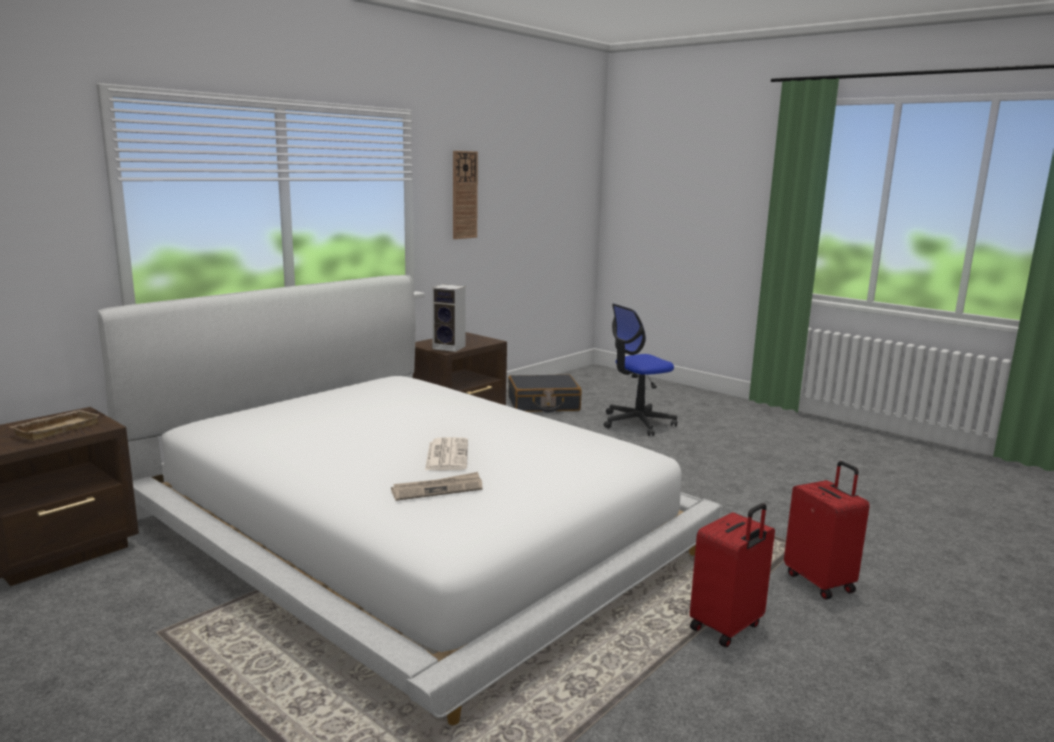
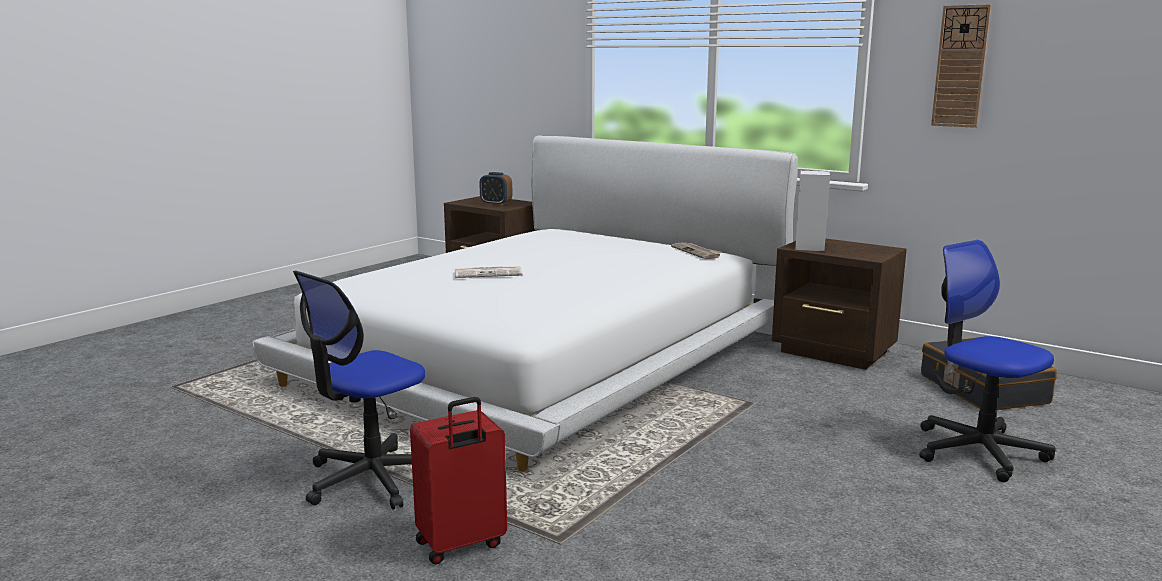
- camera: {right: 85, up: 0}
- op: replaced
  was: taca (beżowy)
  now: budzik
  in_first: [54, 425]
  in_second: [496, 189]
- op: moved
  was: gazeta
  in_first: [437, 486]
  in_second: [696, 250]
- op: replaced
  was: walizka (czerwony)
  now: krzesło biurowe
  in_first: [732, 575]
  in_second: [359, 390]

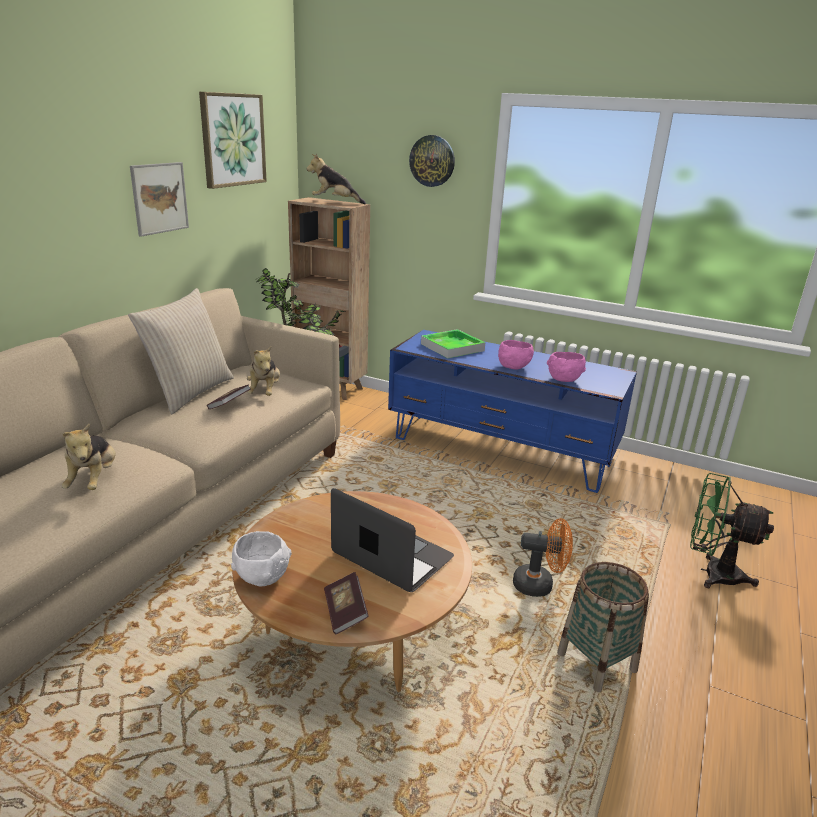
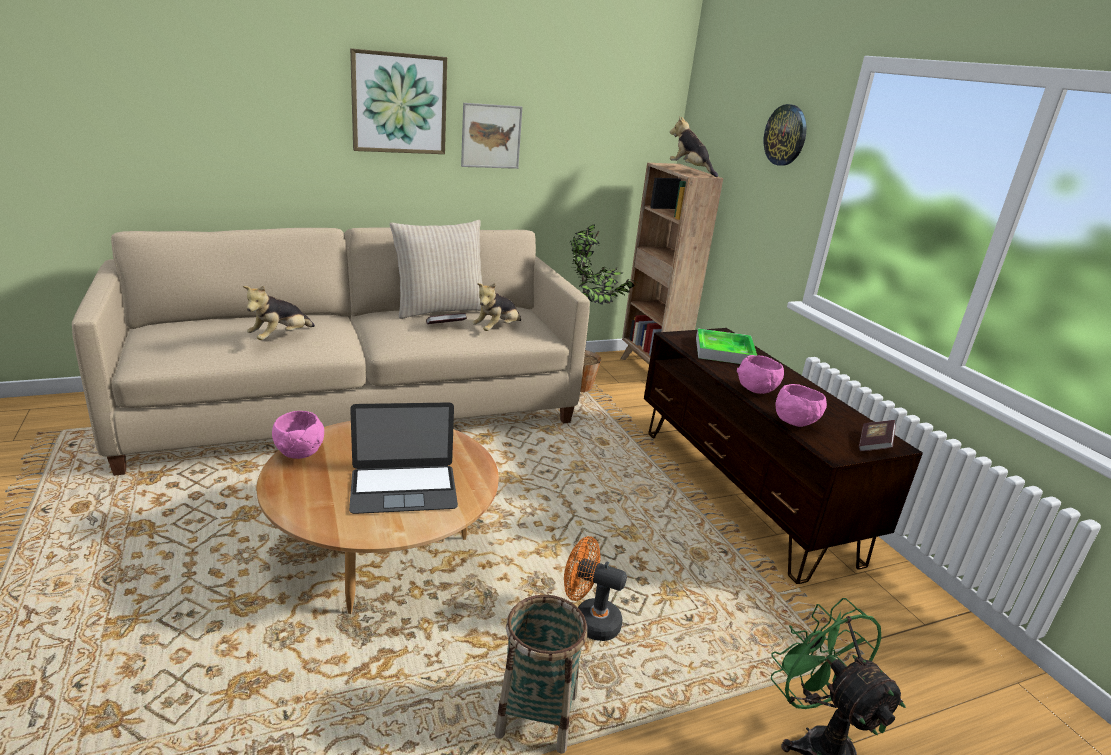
- camera: {right: 40, up: 0}
- op: moved
  was: obraz
  in_first: [233, 140]
  in_second: [398, 101]
- op: recoloured
  was: miska (biały)
  now: miska (różowy)
  in_first: [261, 558]
  in_second: [298, 435]
- op: moved
  was: książka
  in_first: [346, 603]
  in_second: [877, 435]
- op: turned
  was: laptop
  in_first: [392, 540]
  in_second: [403, 458]
  clockwise: 90
- op: recoloured
  was: szafka pod telewizor (niebieski)
  now: szafka pod telewizor (brązowy)
  in_first: [512, 411]
  in_second: [783, 456]
- op: turned
  was: wentylator (pomarańczowy)
  in_first: [543, 557]
  in_second: [595, 588]
  clockwise: 150

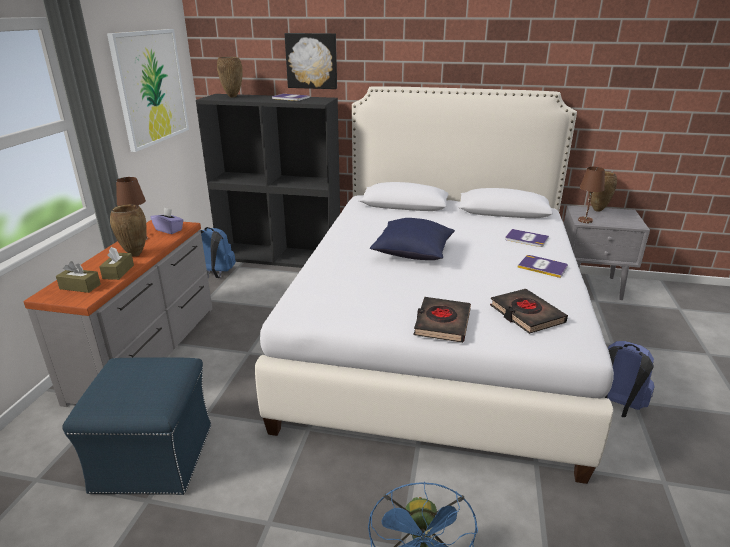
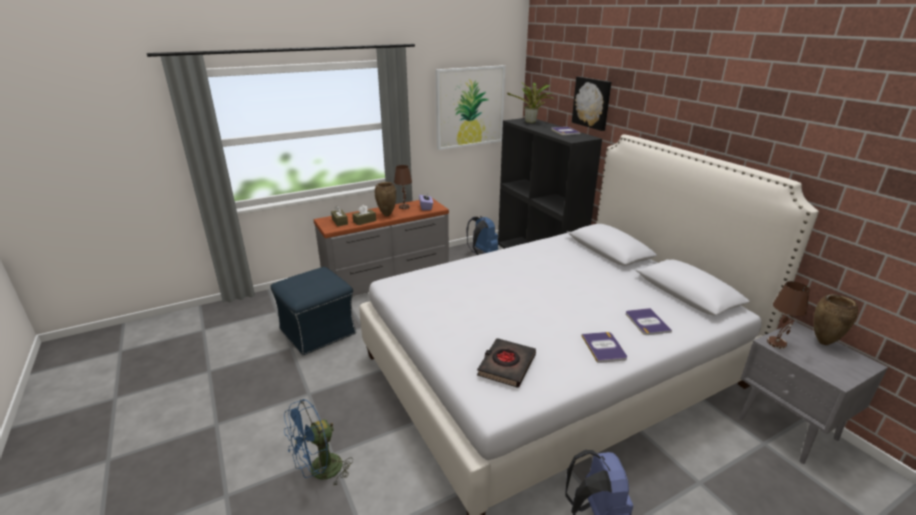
- camera: {right: 50, up: 0}
- op: replaced
  was: wazon (brązowy)
  now: roślina doniczkowa
  in_first: [230, 77]
  in_second: [531, 102]
- op: removed
  was: poduszka (niebieski)
  in_first: [412, 239]
- op: removed
  was: książka (czarny)
  in_first: [442, 320]

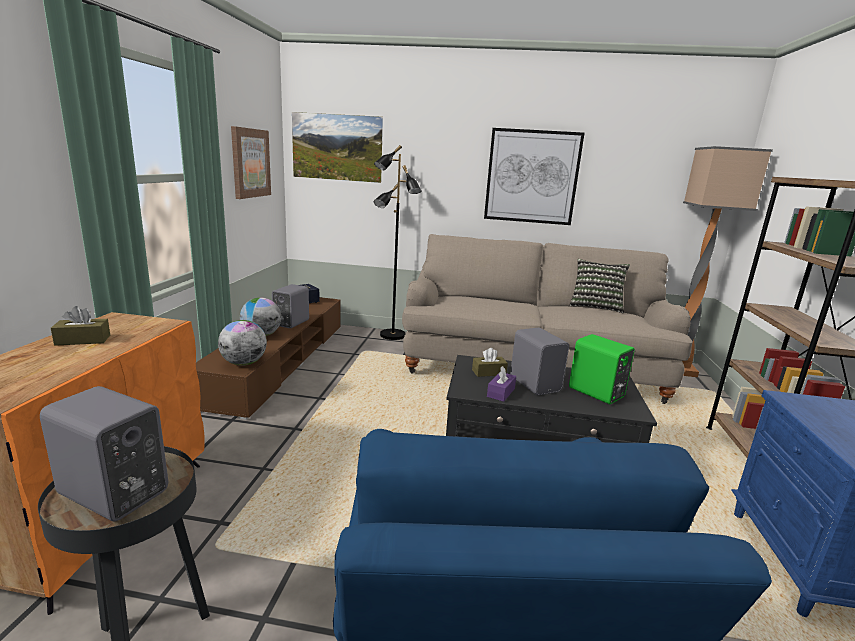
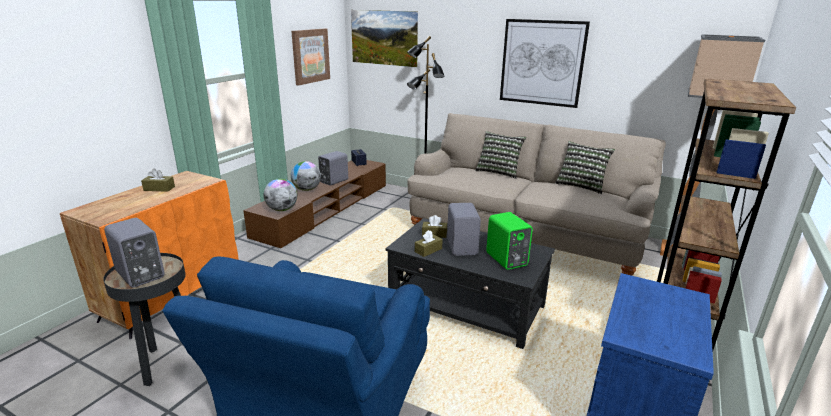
- camera: {right: 20, up: 5}
- op: recoloured
  was: pudełko chusteczek (fioletowy)
  now: pudełko chusteczek (brązowy)
  in_first: [501, 384]
  in_second: [429, 243]
- op: added
  now: poduszka
  in_second: [500, 155]

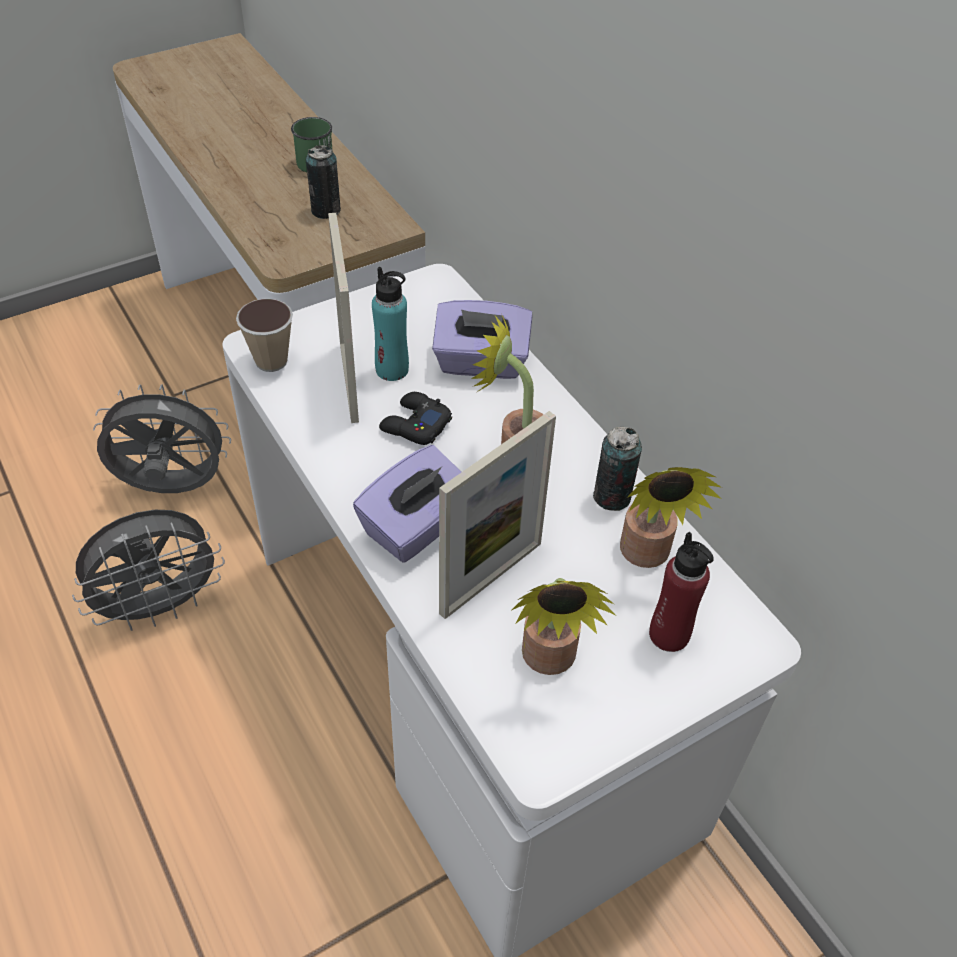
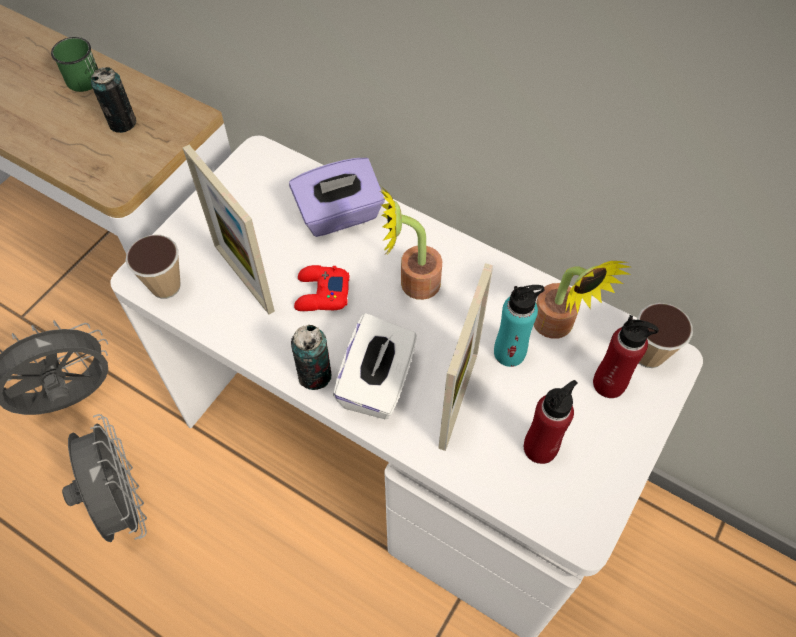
- camera: {right: -25, up: 10}
- op: turned
  was: wentylator (szary)
  in_first: [148, 570]
  in_second: [104, 478]
  clockwise: -60
- op: recoloured
  was: pudełko chusteczek (fioletowy)
  now: pudełko chusteczek (biały)
  in_first: [407, 503]
  in_second: [375, 366]
- op: moved
  was: butelka (turkusowy)
  in_first: [390, 324]
  in_second: [519, 326]
- op: recoloured
  was: pad do gier (czarny)
  now: pad do gier (czerwony)
  in_first: [415, 418]
  in_second: [321, 288]
- op: replaced
  was: roślina doniczkowa
  now: butelka (czerwony)
  in_first: [563, 626]
  in_second: [551, 422]
- op: moved
  was: puszka
  in_first: [617, 469]
  in_second: [311, 357]
- op: added
  now: filiżanka
  in_second: [665, 335]

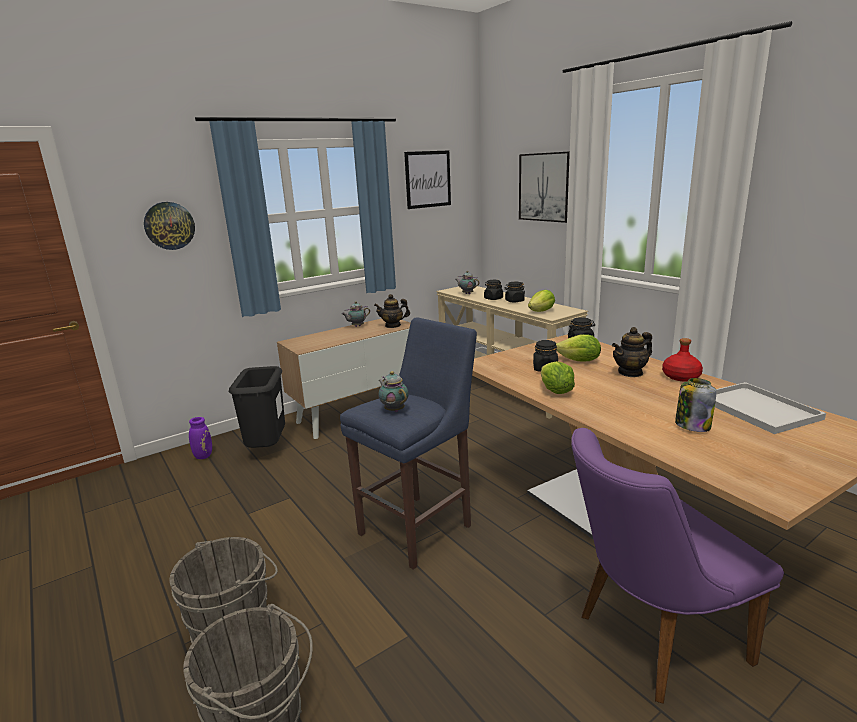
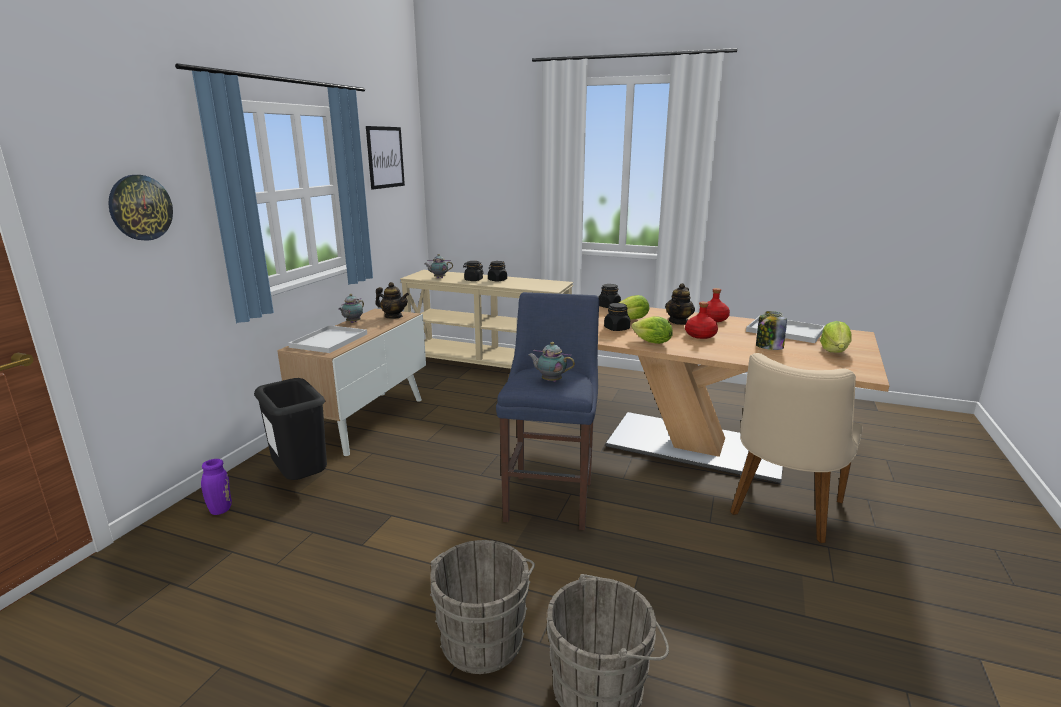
- camera: {right: -35, up: 0}
- op: turned
  was: imbryk
  in_first: [392, 311]
  in_second: [392, 300]
  clockwise: -120
- op: removed
  was: obraz
  in_first: [544, 187]
- op: moved
  was: sałata
  in_first: [541, 301]
  in_second: [836, 337]
- op: recoloured
  was: krzesło (fioletowy)
  now: krzesło (beżowy)
  in_first: [677, 566]
  in_second: [796, 448]
- op: added
  now: taca (biały)
  in_second: [327, 339]
- op: added
  now: butelka (czerwony)
  in_second: [701, 320]

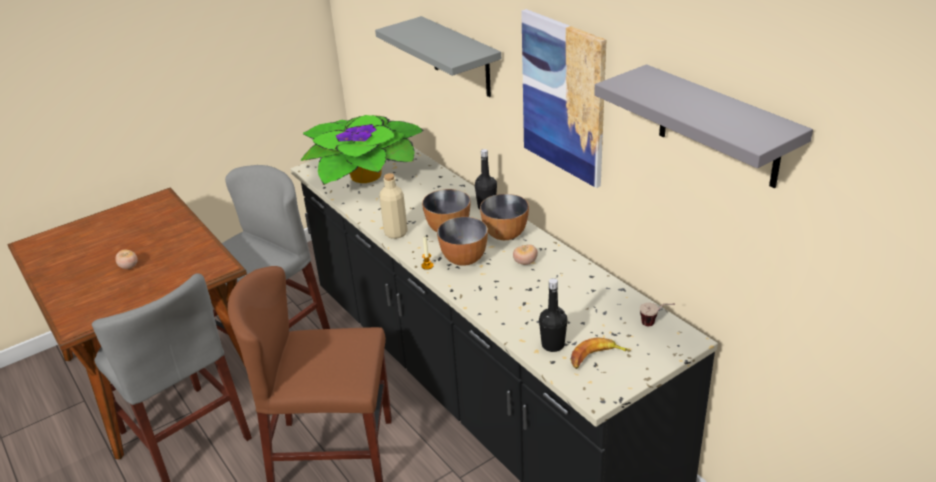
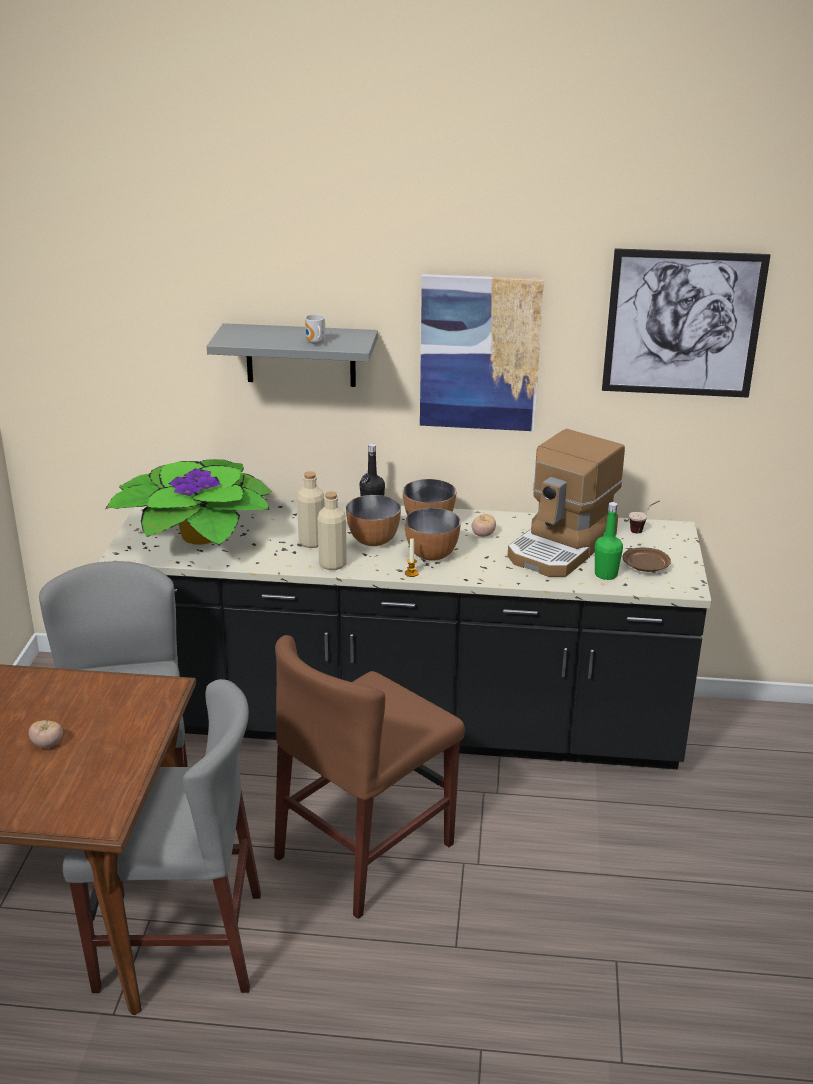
- camera: {right: -50, up: -5}
- op: recoloured
  was: butelka (czarny)
  now: butelka (zielony)
  in_first: [553, 315]
  in_second: [609, 541]
- op: replaced
  was: banan
  now: talerz (brązowy)
  in_first: [600, 353]
  in_second: [647, 559]
- op: replaced
  was: półka (szary)
  now: obraz
  in_first: [703, 126]
  in_second: [686, 323]
- op: added
  now: butelka (beżowy)
  in_second: [311, 509]
- op: added
  now: kubek
  in_second: [315, 329]
- op: added
  now: ekspres do kawy
  in_second: [566, 503]

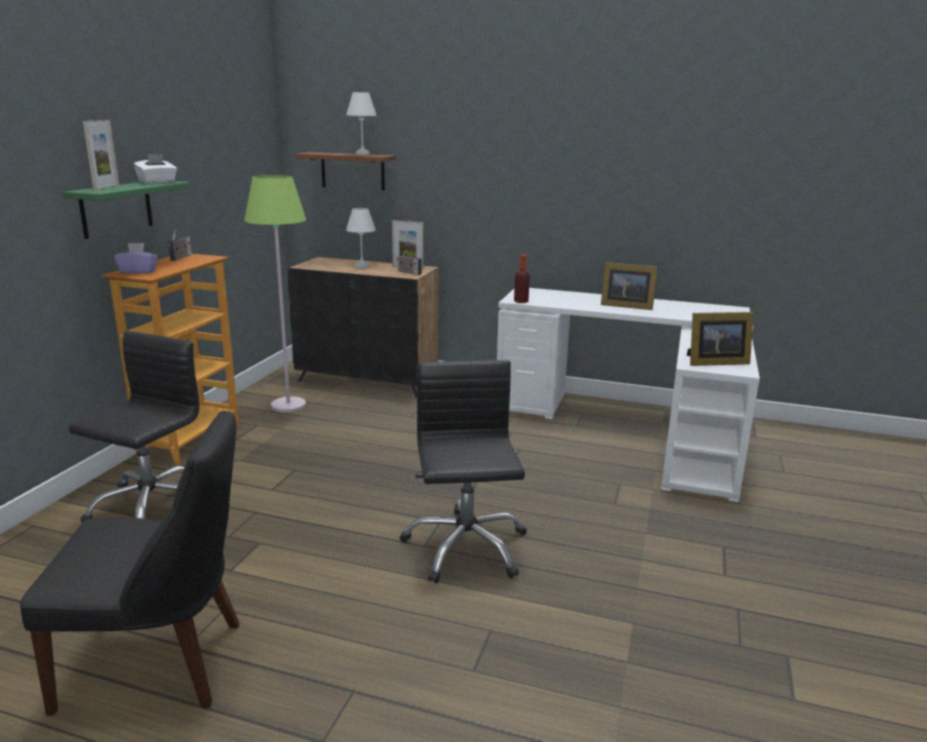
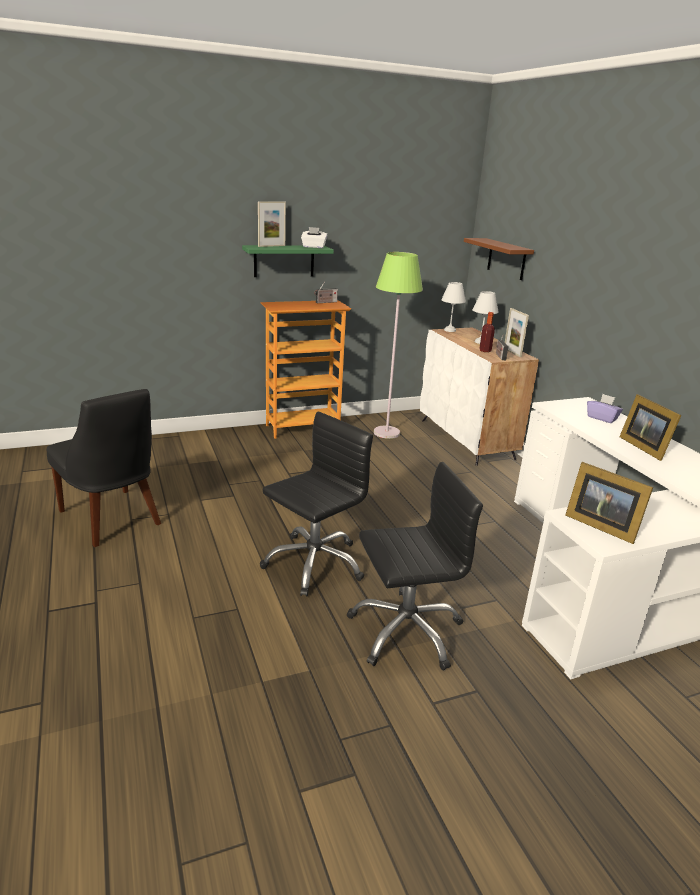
- camera: {right: 50, up: 5}
- op: moved
  was: krzesło biurowe (czarny)
  in_first: [134, 427]
  in_second: [415, 566]
- op: moved
  was: pudełko chusteczek (fioletowy)
  in_first: [136, 258]
  in_second: [605, 408]
- op: recoloured
  was: szafka (czarny)
  now: szafka (biały)
  in_first: [363, 327]
  in_second: [479, 396]
- op: moved
  was: lampa stołowa (biały)
  in_first: [361, 123]
  in_second: [453, 307]
- op: moved
  was: butelka
  in_first: [522, 278]
  in_second: [487, 332]

